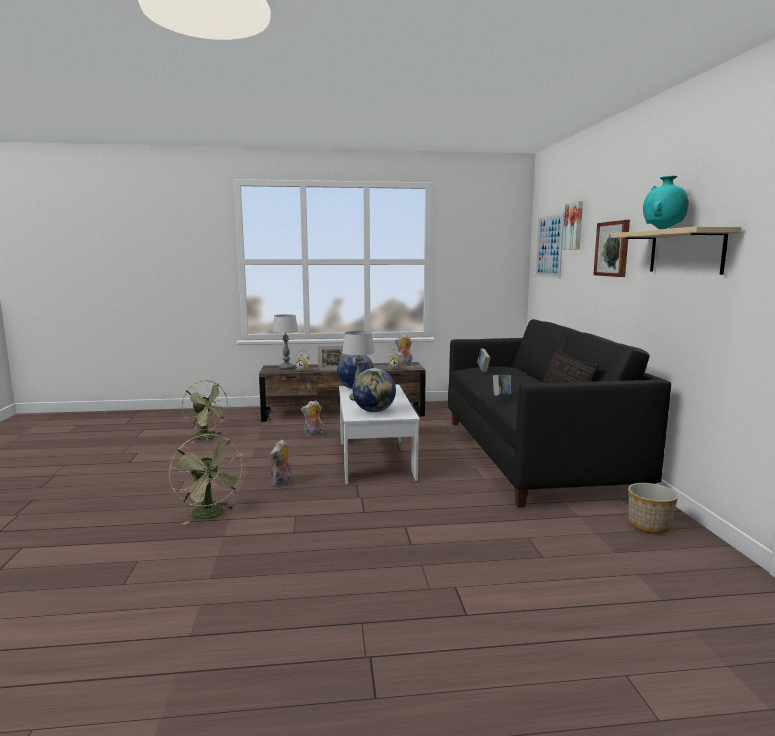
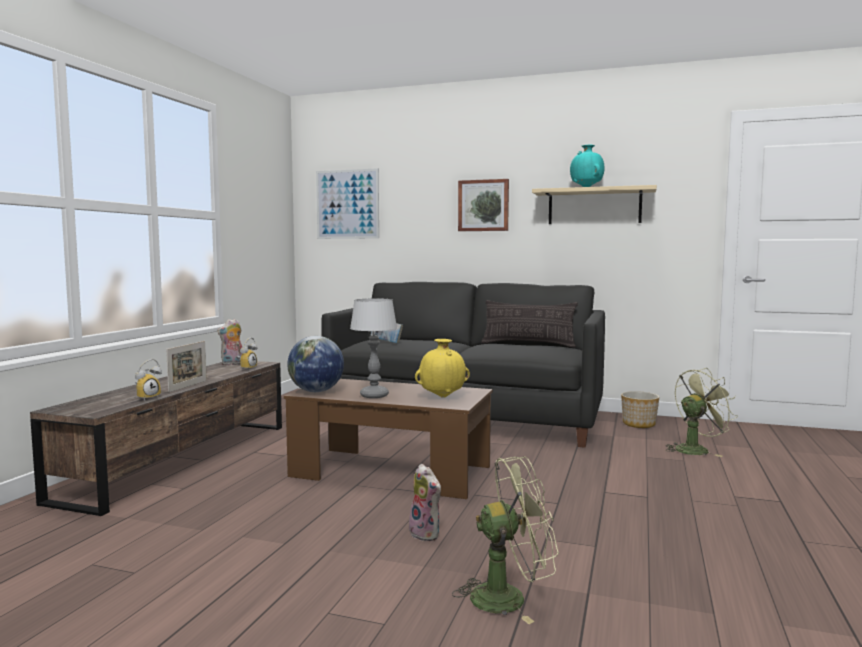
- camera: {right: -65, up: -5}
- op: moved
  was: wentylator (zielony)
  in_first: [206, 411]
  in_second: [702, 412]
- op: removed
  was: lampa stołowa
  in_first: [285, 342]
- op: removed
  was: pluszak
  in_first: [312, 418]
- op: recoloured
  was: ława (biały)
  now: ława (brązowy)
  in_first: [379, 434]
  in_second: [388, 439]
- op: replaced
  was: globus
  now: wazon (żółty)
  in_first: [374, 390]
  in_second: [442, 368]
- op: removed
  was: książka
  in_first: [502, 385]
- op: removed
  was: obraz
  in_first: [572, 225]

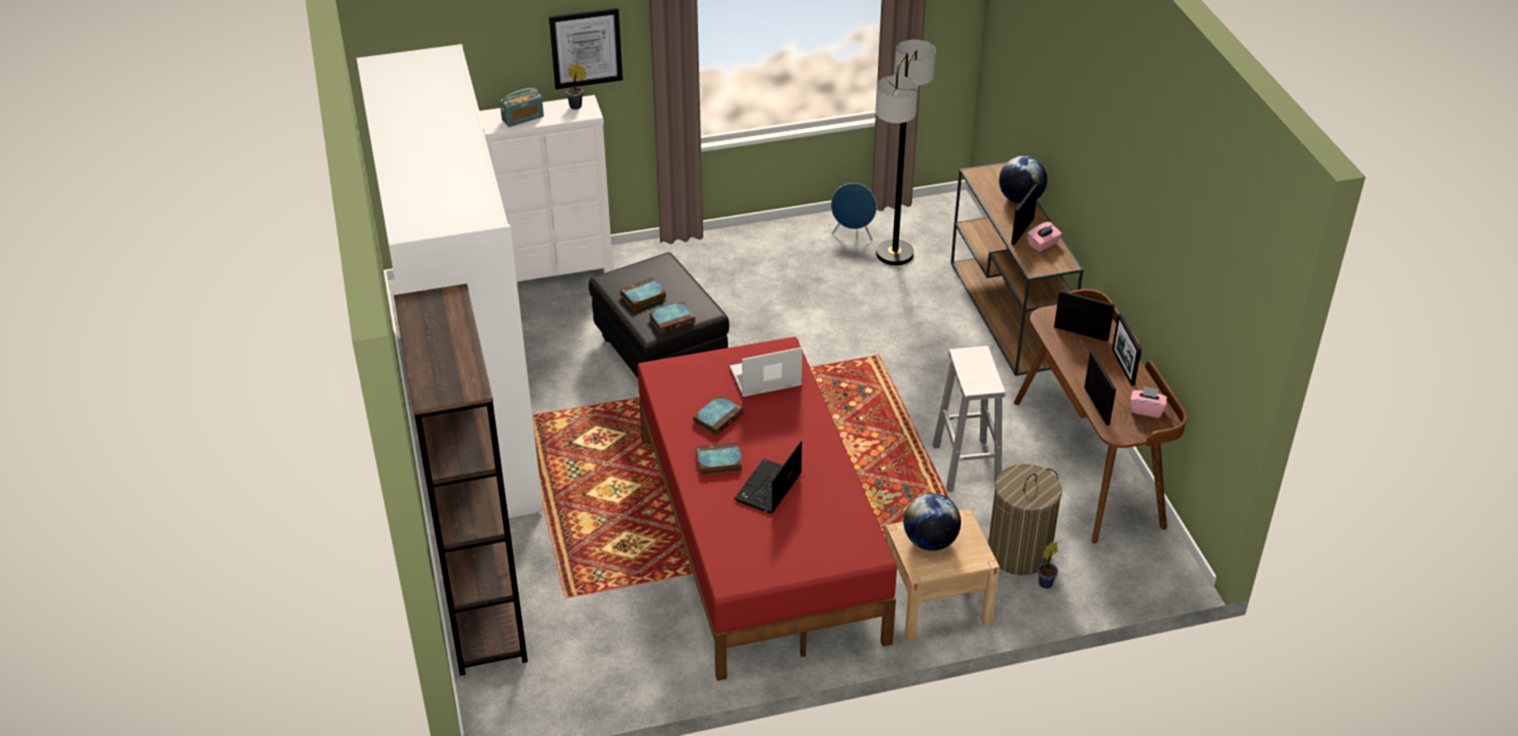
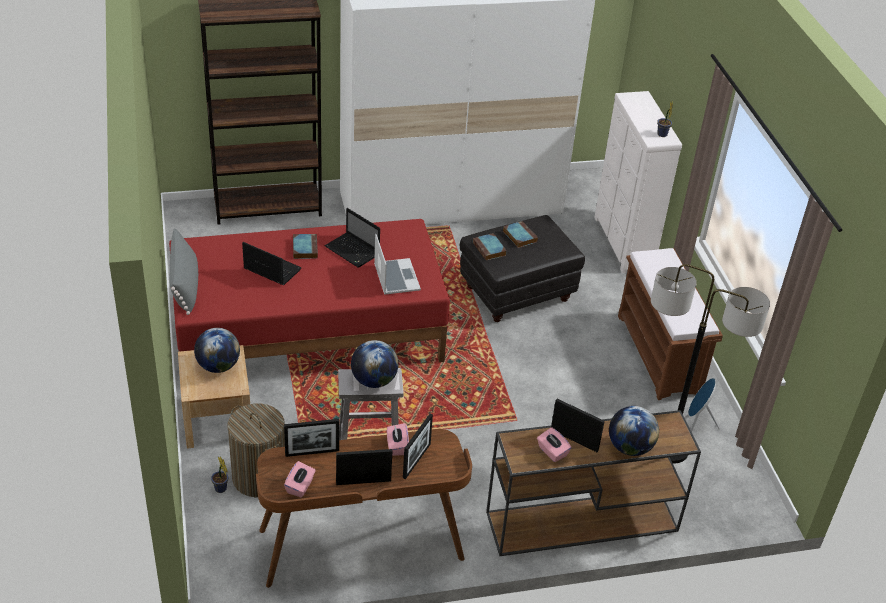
- camera: {right: 90, up: 0}
- op: removed
  was: radio
  in_first: [522, 107]
- op: removed
  was: obraz
  in_first: [586, 49]
- op: replaced
  was: książka
  now: laptop
  in_first: [718, 415]
  in_second: [352, 238]
- op: added
  now: poduszka (szary)
  in_second: [183, 271]
- op: added
  now: globus
  in_second: [374, 364]
- op: added
  now: pudełko chusteczek (różowy)
  in_second: [398, 439]
- op: added
  now: ławka (brązowy)
  in_second: [670, 324]

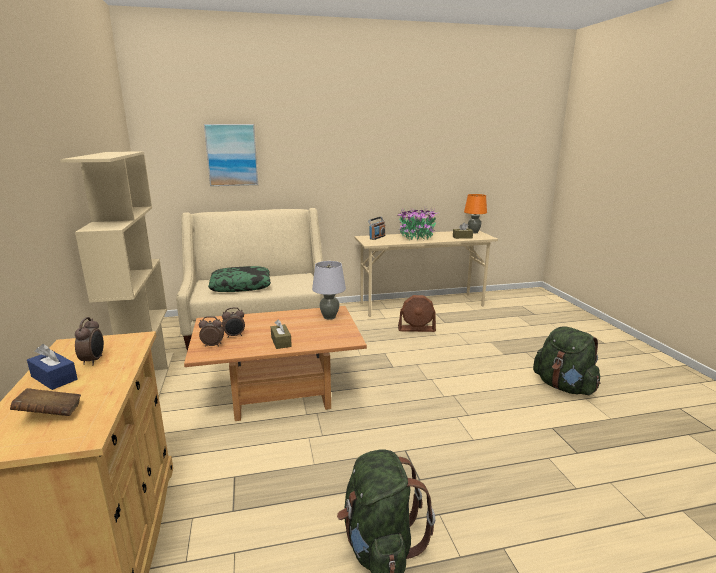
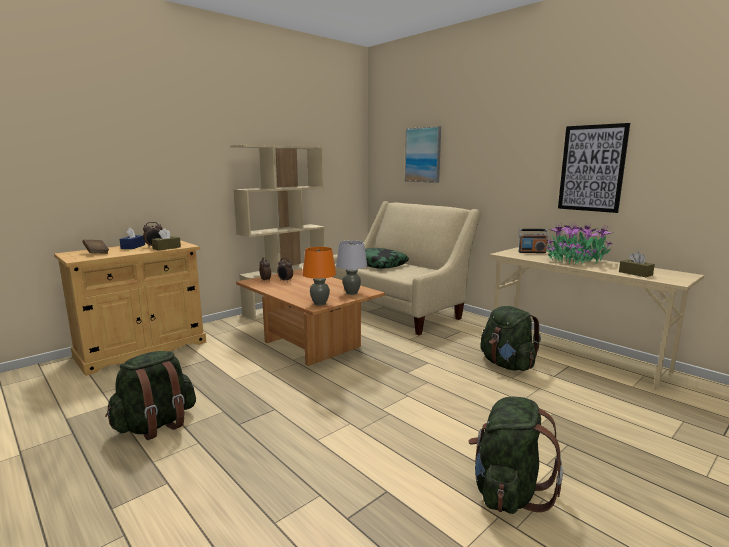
- camera: {right: 60, up: -5}
- op: moved
  was: pudełko chusteczek (brązowy)
  in_first: [281, 334]
  in_second: [166, 239]
- op: replaced
  was: wentylator (brązowy)
  now: plecak (zielony)
  in_first: [417, 313]
  in_second: [510, 338]
- op: moved
  was: lampa stołowa (pomarańczowy)
  in_first: [475, 213]
  in_second: [319, 276]
- op: added
  now: obraz
  in_second: [594, 168]

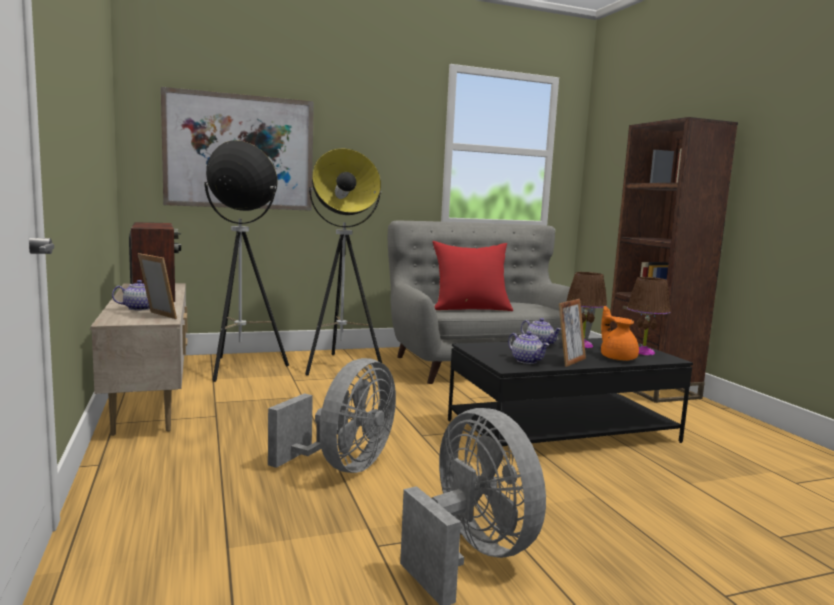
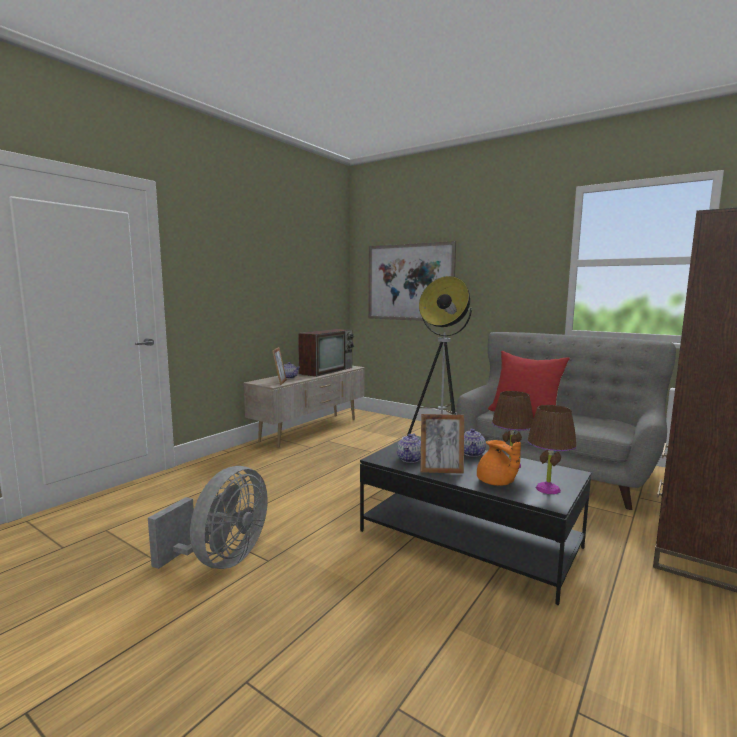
- camera: {right: 55, up: 0}
- op: removed
  was: lampa stojąca
  in_first: [246, 261]
- op: removed
  was: wentylator (szary)
  in_first: [332, 415]
- op: turned
  was: imbryk (pomarańczowy)
  in_first: [620, 333]
  in_second: [499, 463]
  clockwise: 120

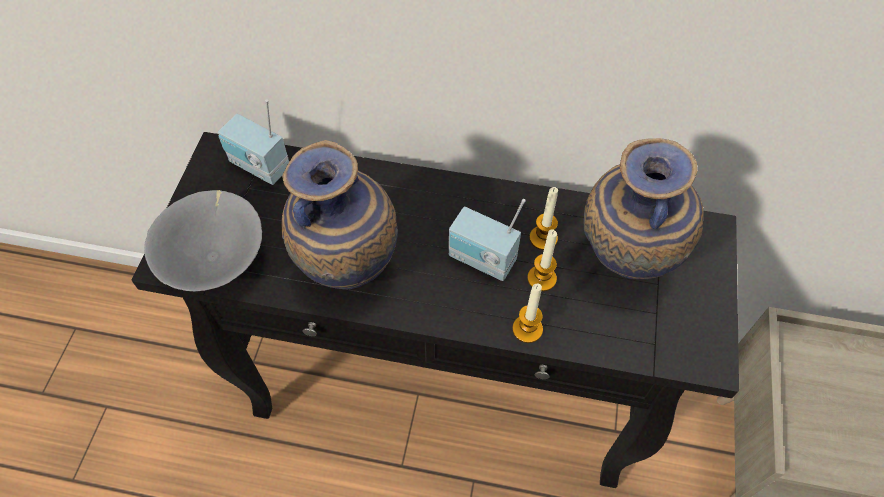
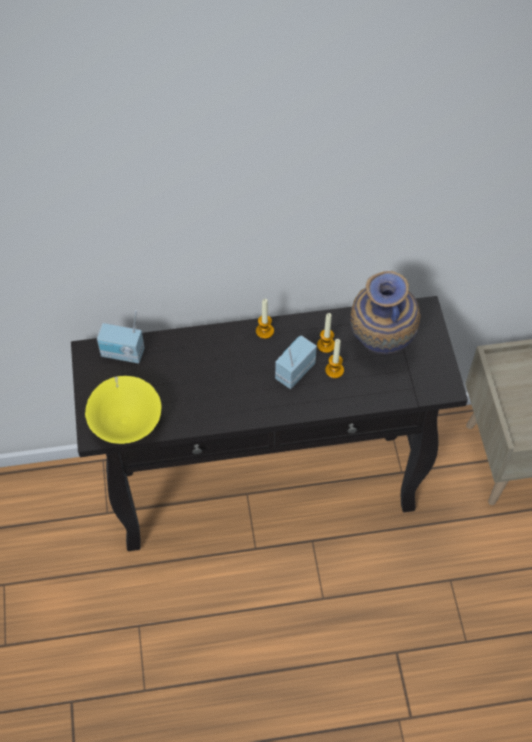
- camera: {right: -20, up: 0}
- op: recoloured
  was: miska (szary)
  now: miska (żółty)
  in_first: [203, 240]
  in_second: [123, 410]
- op: removed
  was: wazon
  in_first: [339, 214]
- op: turned
  was: radio
  in_first: [487, 240]
  in_second: [296, 362]
  clockwise: 120
- op: moved
  was: świeca
  in_first: [527, 313]
  in_second: [265, 319]

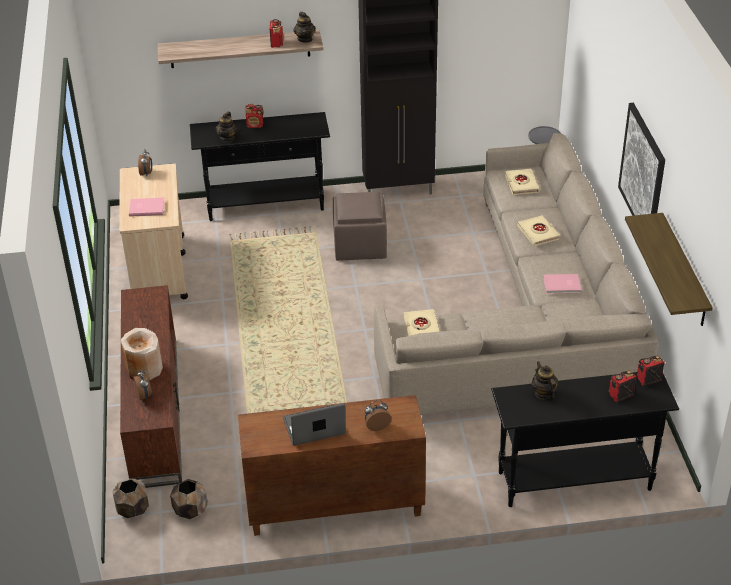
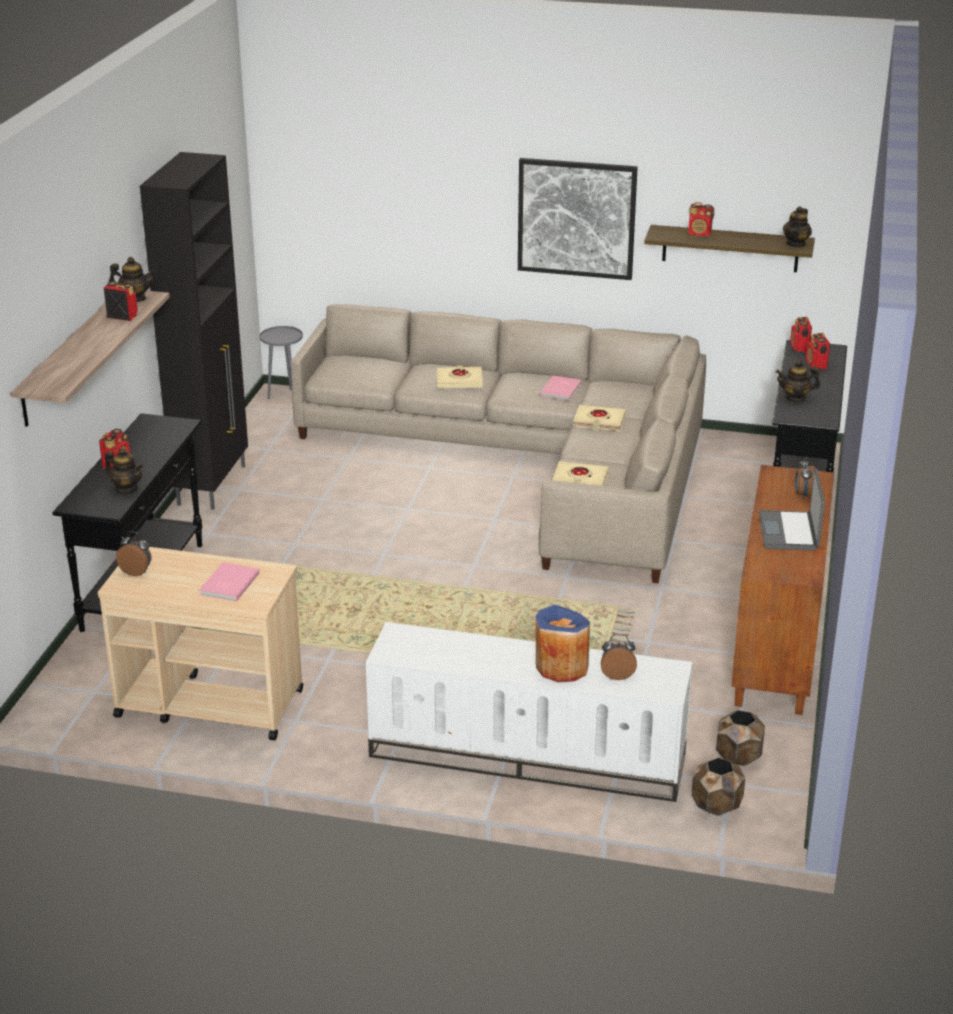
- camera: {right: -70, up: -10}
- op: recoloured
  was: szafka pod telewizor (brązowy)
  now: szafka pod telewizor (biały)
  in_first: [151, 386]
  in_second: [529, 712]
- op: recoloured
  was: wazon (beżowy)
  now: wazon (niebieski)
  in_first: [141, 354]
  in_second: [562, 644]
- op: removed
  was: pufa (brązowy)
  in_first: [360, 226]
- op: moved
  was: książka (beżowy)
  in_first: [522, 182]
  in_second: [599, 418]
- op: added
  now: radio
  in_second: [701, 219]
- op: added
  now: imbryk
  in_second: [797, 227]

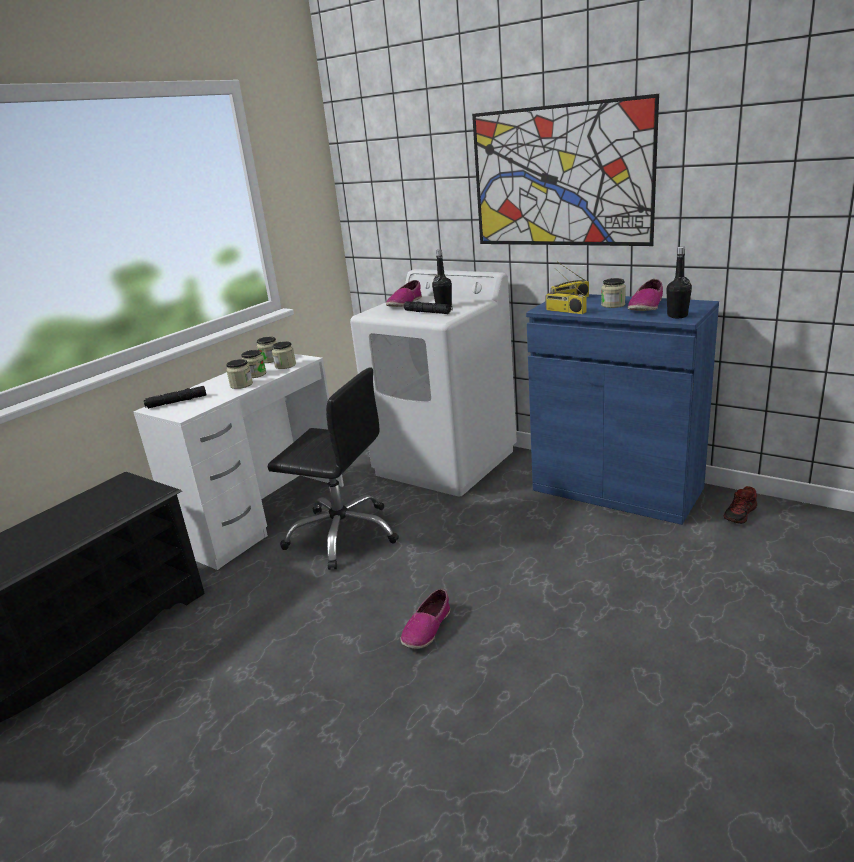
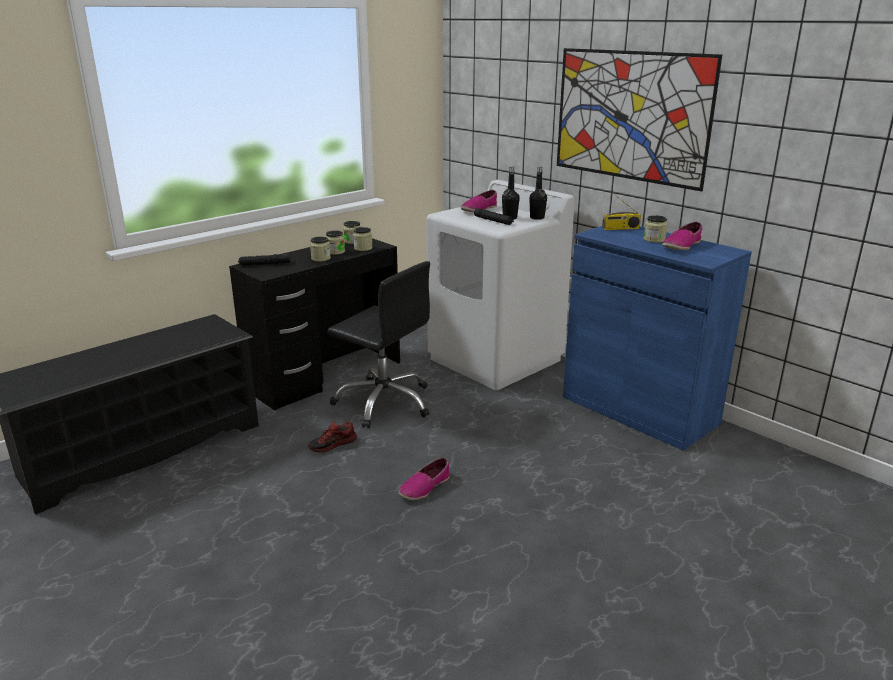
- camera: {right: 10, up: 0}
- op: recoloured
  was: biurko (biały)
  now: biurko (czarny)
  in_first: [238, 462]
  in_second: [314, 324]
- op: removed
  was: radio
  in_first: [566, 291]
- op: moved
  was: butelka (czarny)
  in_first: [679, 282]
  in_second: [538, 193]
- op: moved
  was: but
  in_first: [740, 505]
  in_second: [332, 436]

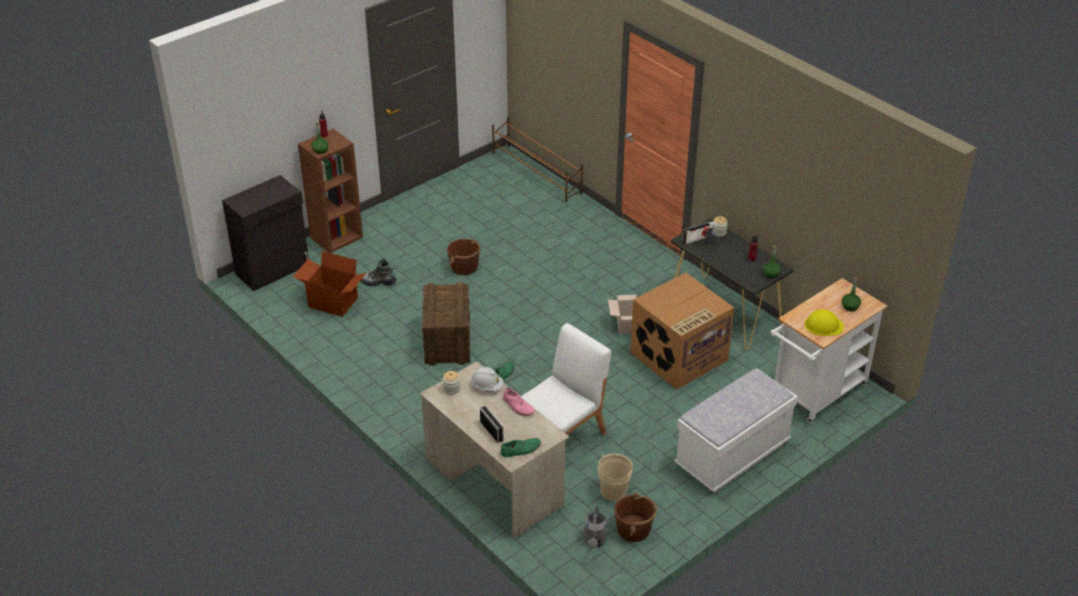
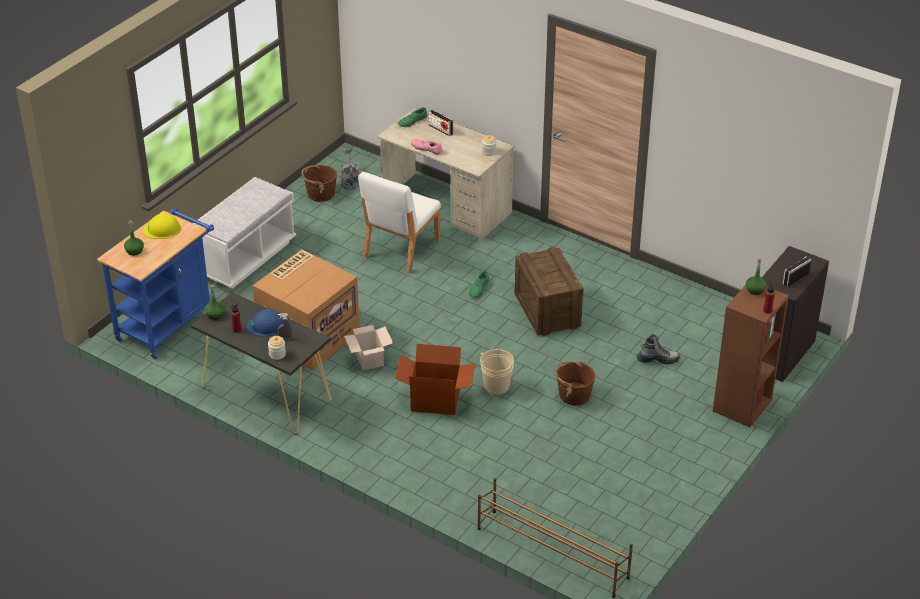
- camera: {right: 165, up: 0}
- op: moved
  was: karton
  in_first: [329, 284]
  in_second: [435, 379]
- op: removed
  was: kask (biały)
  in_first: [486, 379]
- op: moved
  was: wiadro (beżowy)
  in_first: [615, 477]
  in_second: [497, 372]
- op: moved
  was: radio
  in_first: [696, 233]
  in_second: [797, 271]
- op: recoloured
  was: wózek (biały)
  now: wózek (niebieski)
  in_first: [828, 350]
  in_second: [155, 283]
- op: added
  now: kask (niebieski)
  in_second: [264, 322]

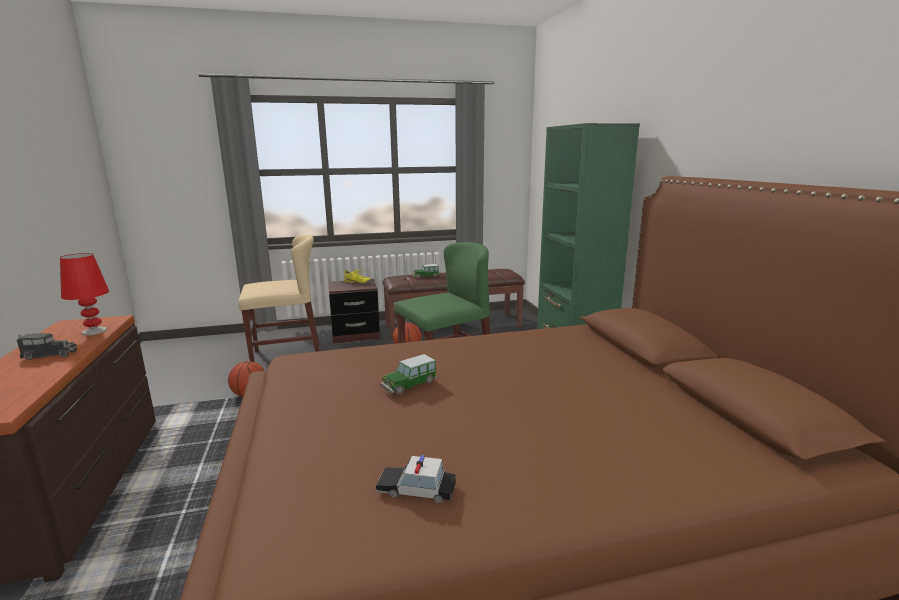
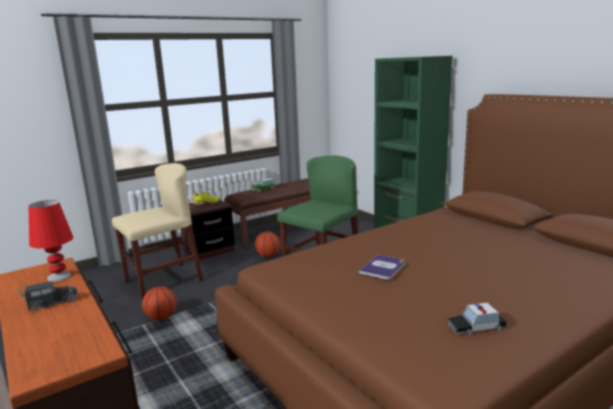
- camera: {right: -20, up: 0}
- op: replaced
  was: samochodzik
  now: książka
  in_first: [408, 374]
  in_second: [382, 267]

